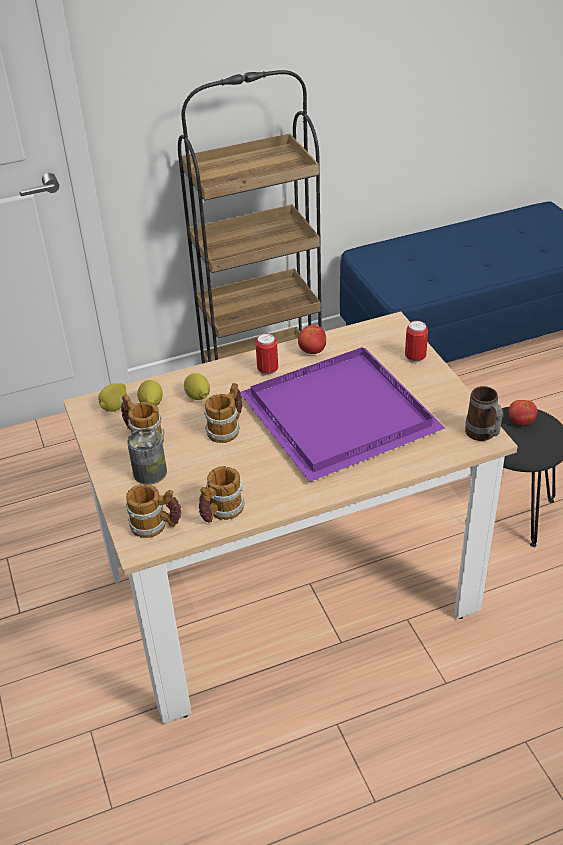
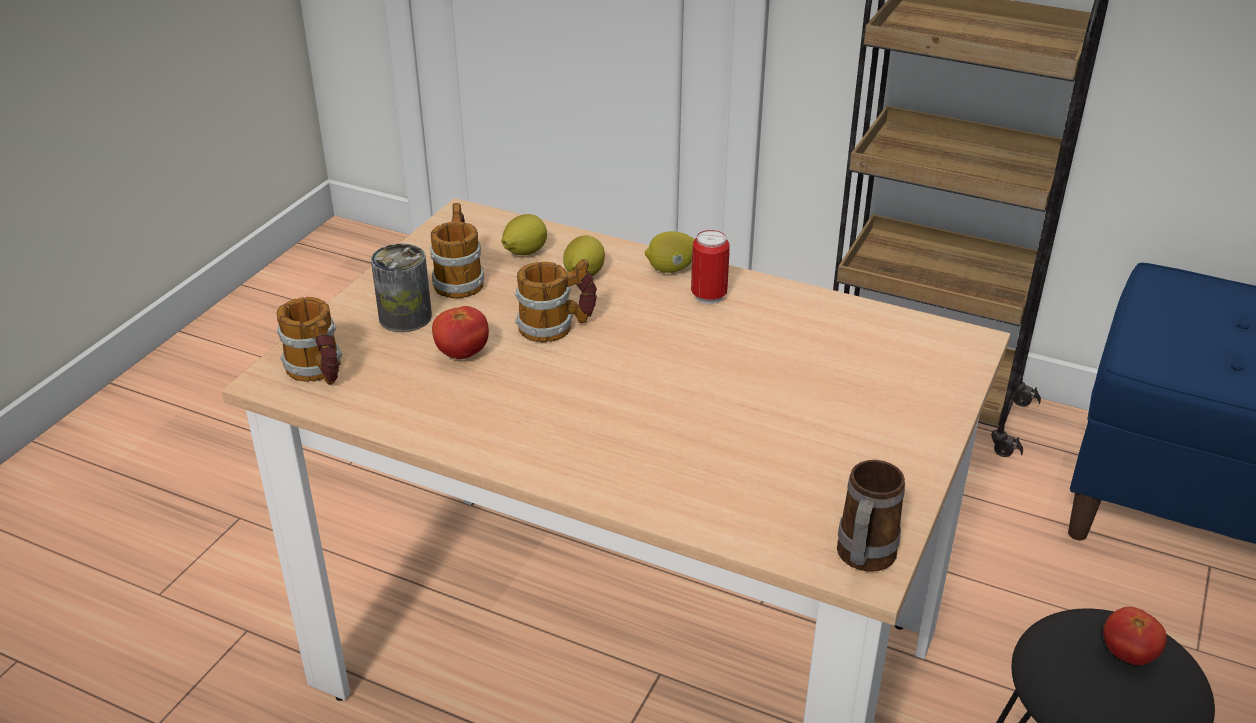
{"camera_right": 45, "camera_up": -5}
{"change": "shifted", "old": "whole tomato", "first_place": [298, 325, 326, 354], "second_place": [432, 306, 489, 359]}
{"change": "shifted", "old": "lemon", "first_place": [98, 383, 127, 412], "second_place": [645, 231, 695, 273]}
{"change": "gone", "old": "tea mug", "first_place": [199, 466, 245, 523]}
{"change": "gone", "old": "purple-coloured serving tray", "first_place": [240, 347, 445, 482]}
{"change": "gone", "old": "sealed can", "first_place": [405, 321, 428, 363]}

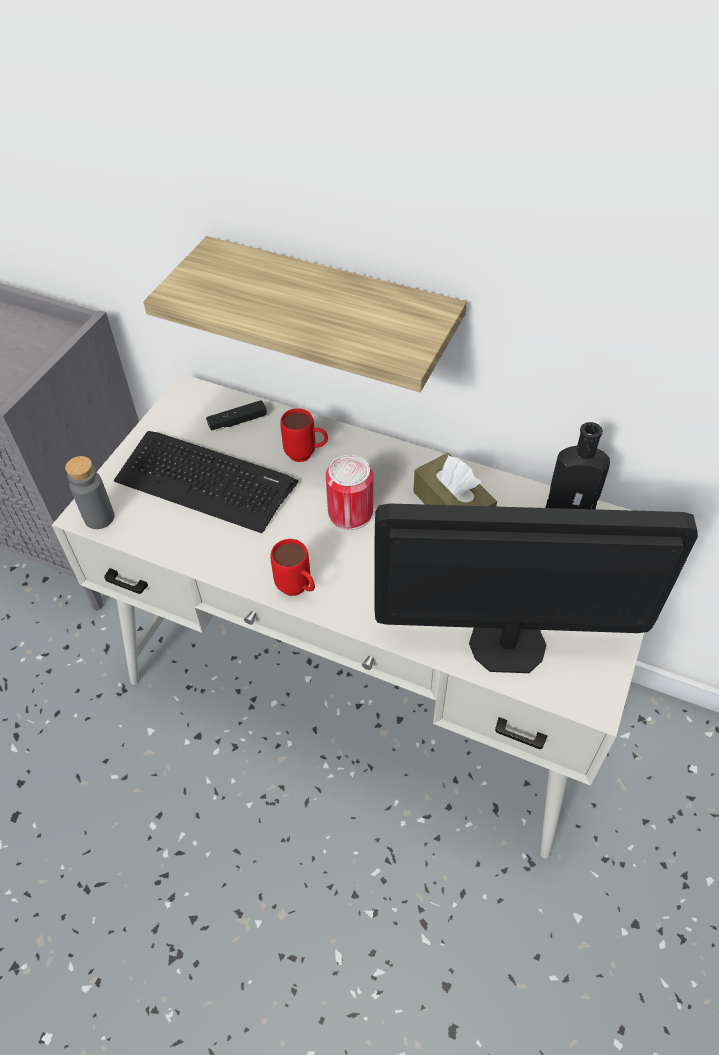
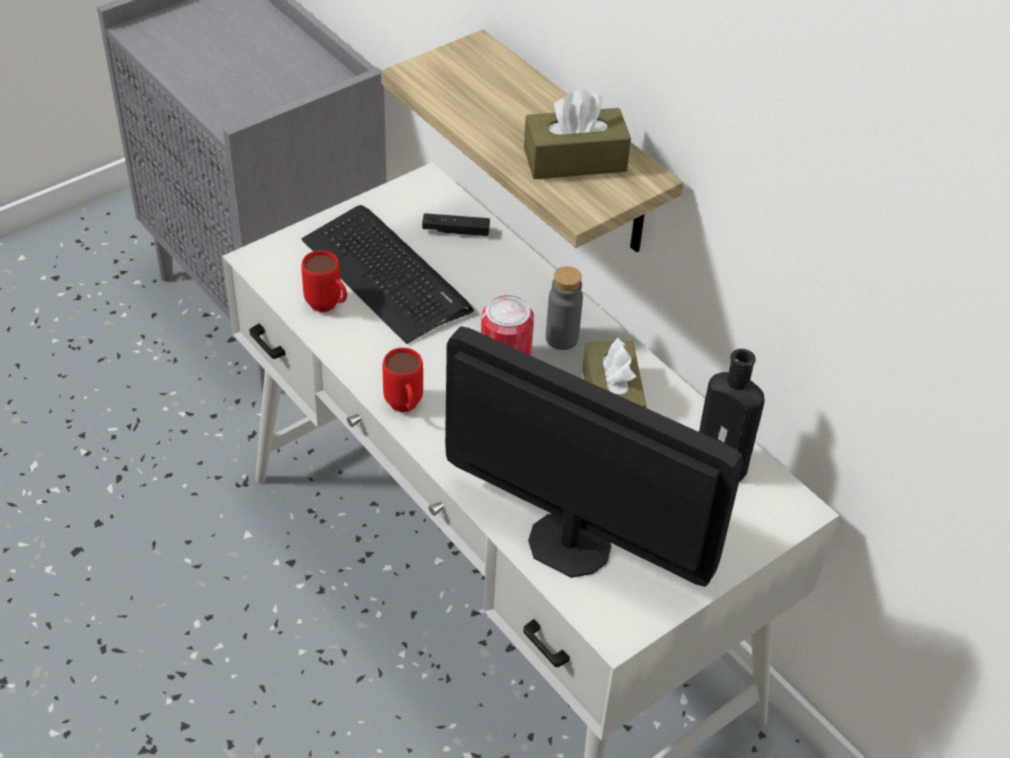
{"camera_right": 25, "camera_up": -5}
{"change": "shifted", "old": "red tea mug", "first_place": [280, 408, 328, 462], "second_place": [301, 250, 347, 312]}
{"change": "new", "new": "brownish tissue holder", "second_place": [524, 89, 631, 179]}
{"change": "shifted", "old": "grey drink bottle", "first_place": [65, 456, 114, 529], "second_place": [546, 266, 583, 350]}

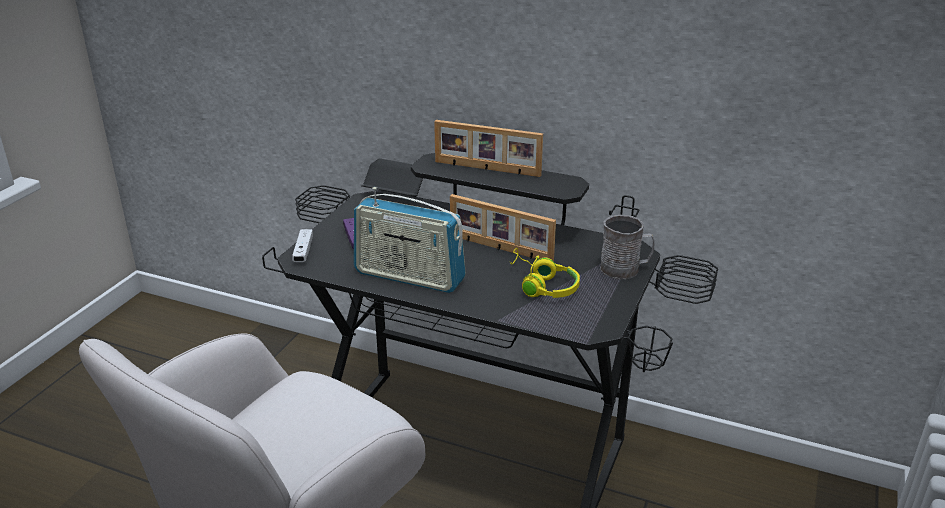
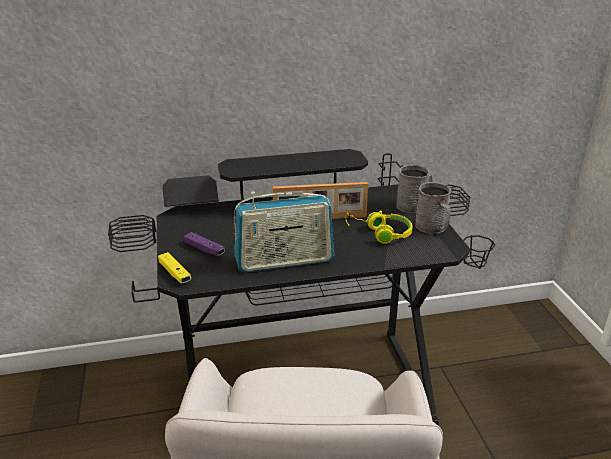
{"camera_right": -35, "camera_up": 0}
{"change": "repainted", "old": "whitish gamepad", "new": "yellow gamepad", "first_place": [292, 229, 313, 262], "second_place": [158, 252, 191, 283]}
{"change": "new", "new": "grey tea mug", "second_place": [415, 182, 451, 234]}
{"change": "gone", "old": "standing frame", "first_place": [434, 120, 543, 177]}

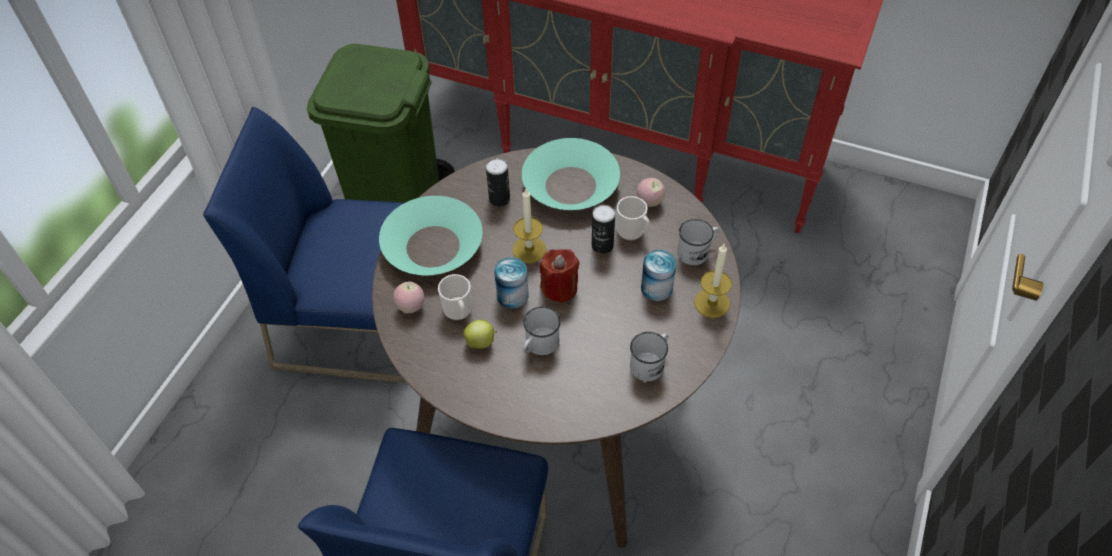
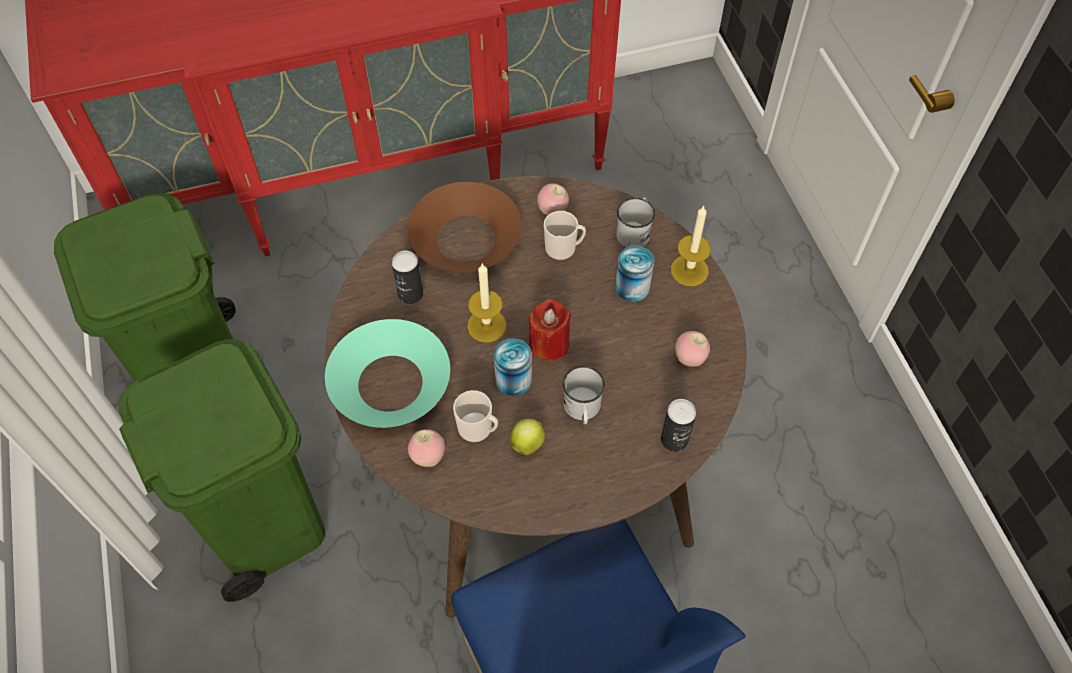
{"camera_right": -40, "camera_up": 5}
{"change": "swapped", "old": "blue chair", "new": "greenish waste bin", "first_place": [203, 107, 407, 383], "second_place": [119, 339, 326, 602]}
{"change": "repainted", "old": "turquoise-coloured bowl", "new": "brownish bowl", "first_place": [522, 138, 620, 210], "second_place": [407, 182, 522, 272]}
{"change": "shifted", "old": "sealed can", "first_place": [592, 205, 615, 254], "second_place": [661, 399, 696, 452]}
{"change": "swapped", "old": "whitish tea mug", "new": "whole apple", "first_place": [630, 332, 668, 381], "second_place": [675, 331, 710, 367]}

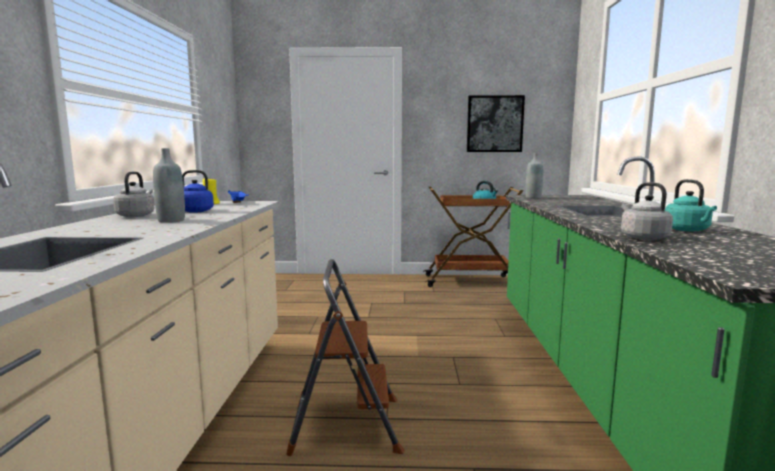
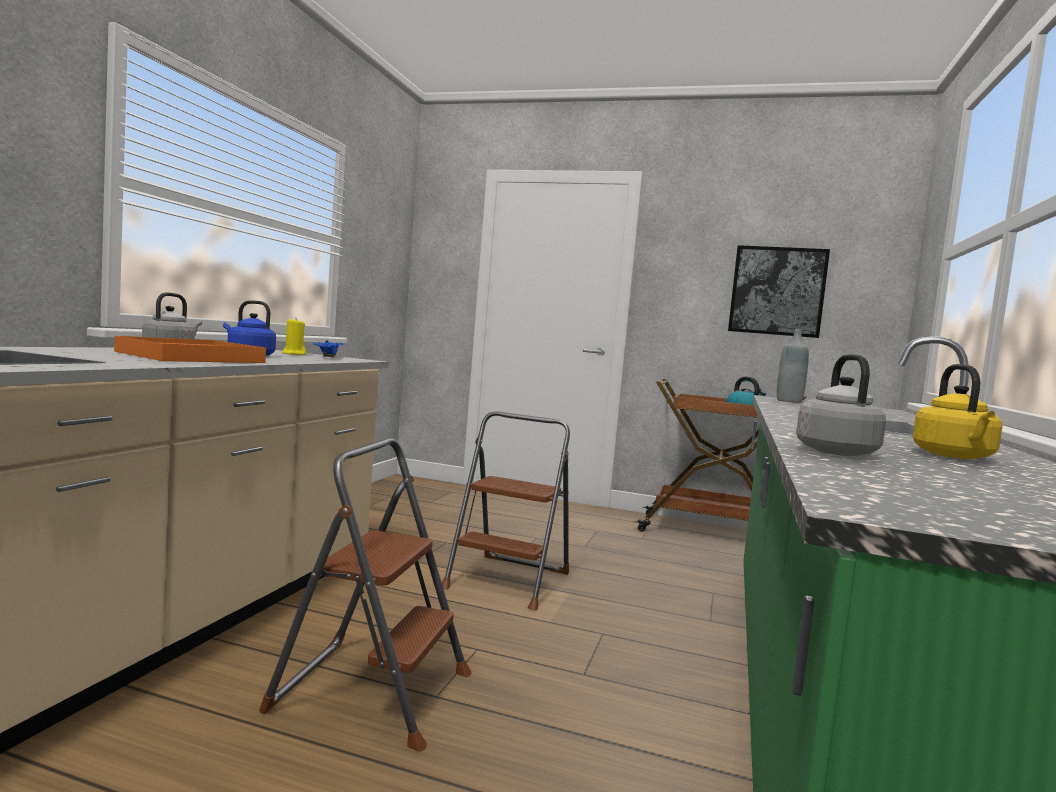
{"camera_right": 15, "camera_up": -5}
{"change": "swapped", "old": "grey drink bottle", "new": "orange serving tray", "first_place": [153, 148, 185, 223], "second_place": [114, 336, 266, 363]}
{"change": "new", "new": "brownish step ladder", "second_place": [442, 412, 570, 611]}
{"change": "repainted", "old": "turquoise-coloured kettle", "new": "yellow kettle", "first_place": [665, 179, 717, 231], "second_place": [913, 364, 1002, 459]}

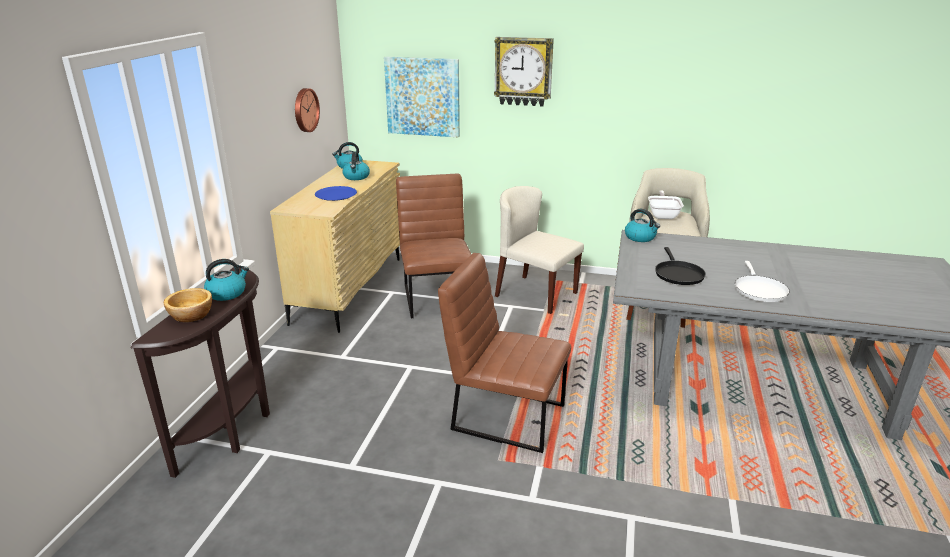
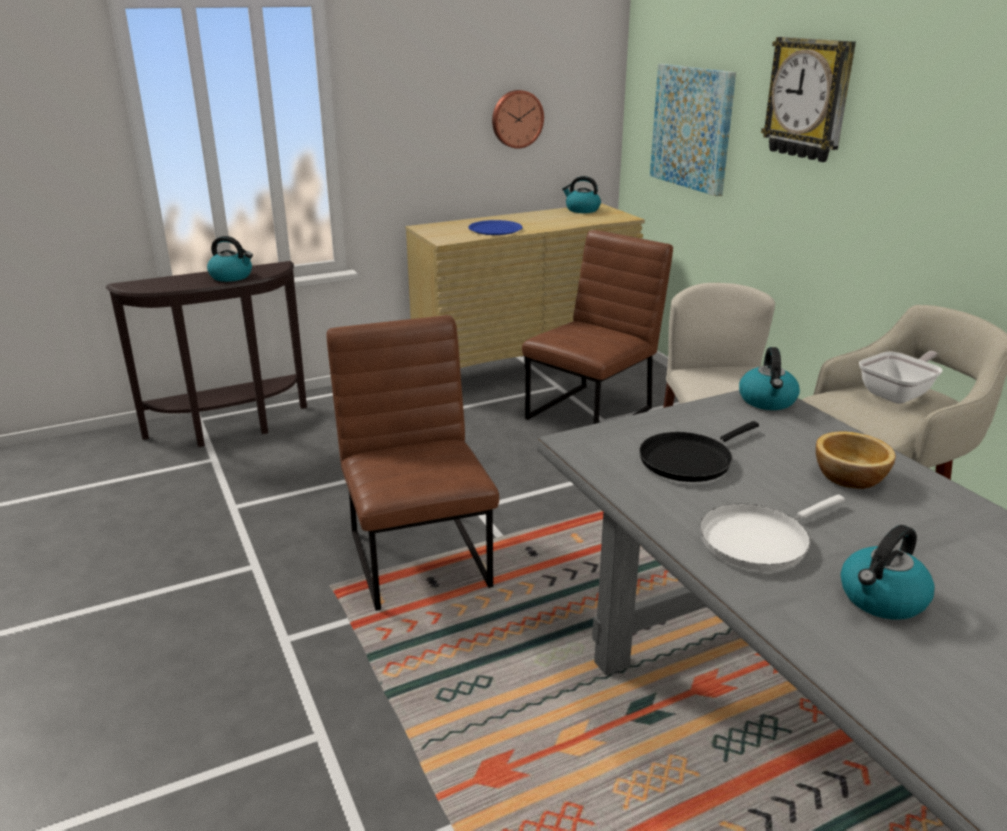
{"camera_right": 50, "camera_up": 0}
{"change": "shifted", "old": "bowl", "first_place": [164, 288, 212, 322], "second_place": [816, 432, 896, 489]}
{"change": "shifted", "old": "kettle", "first_place": [342, 152, 370, 180], "second_place": [841, 525, 935, 620]}

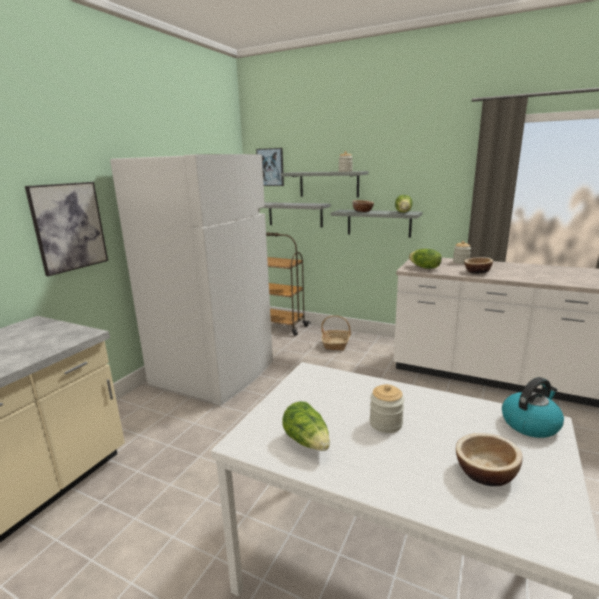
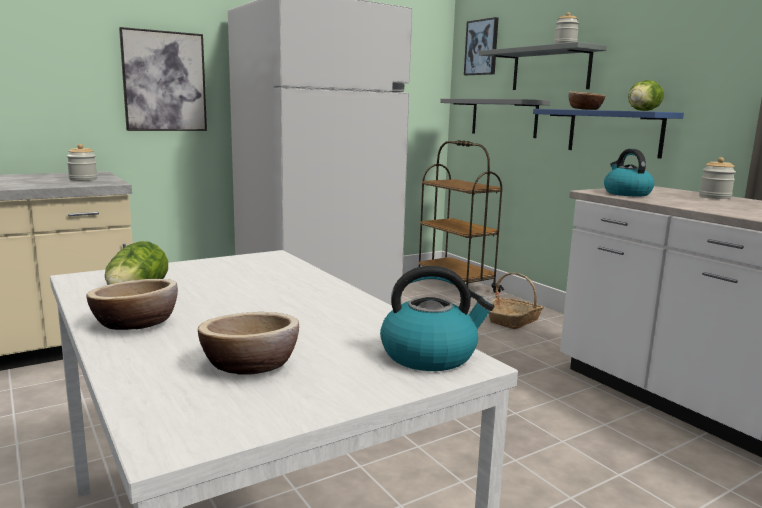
{"camera_right": 30, "camera_up": -5}
{"change": "shifted", "old": "jar", "first_place": [370, 384, 404, 433], "second_place": [67, 144, 97, 181]}
{"change": "shifted", "old": "bowl", "first_place": [464, 257, 493, 274], "second_place": [86, 279, 178, 330]}
{"change": "repainted", "old": "grey wall shelf", "new": "blue wall shelf", "first_place": [330, 210, 422, 238], "second_place": [533, 109, 684, 159]}
{"change": "swapped", "old": "head of lettuce", "new": "kettle", "first_place": [409, 249, 442, 269], "second_place": [604, 149, 654, 197]}

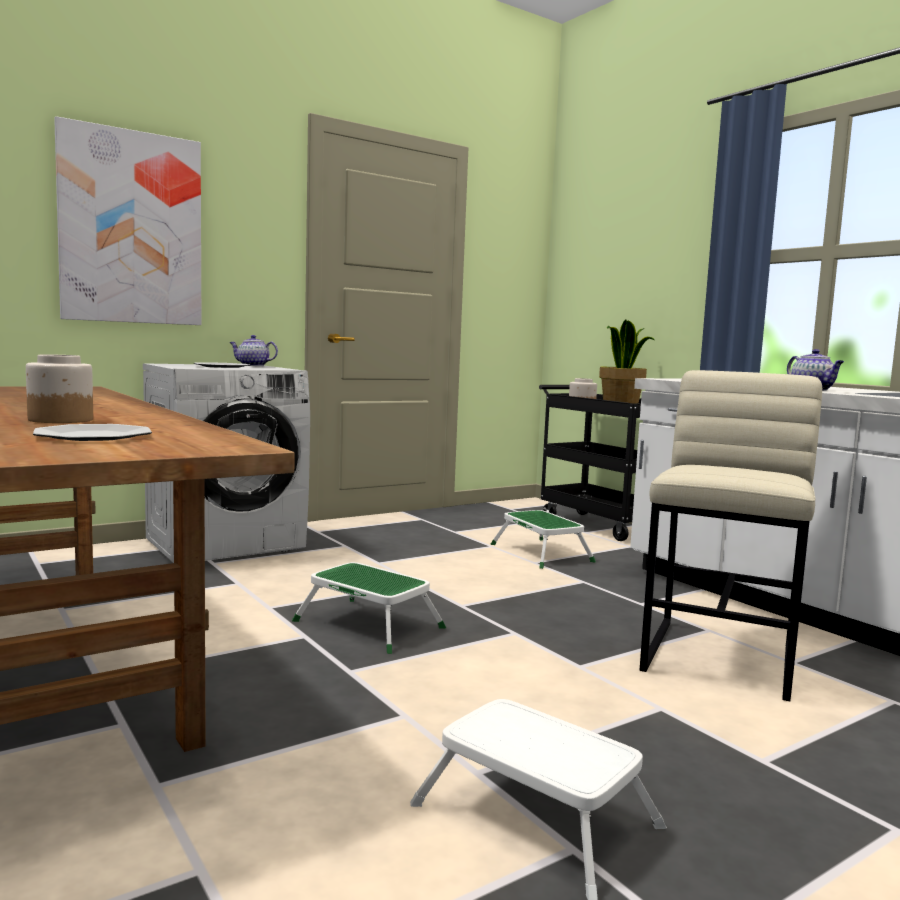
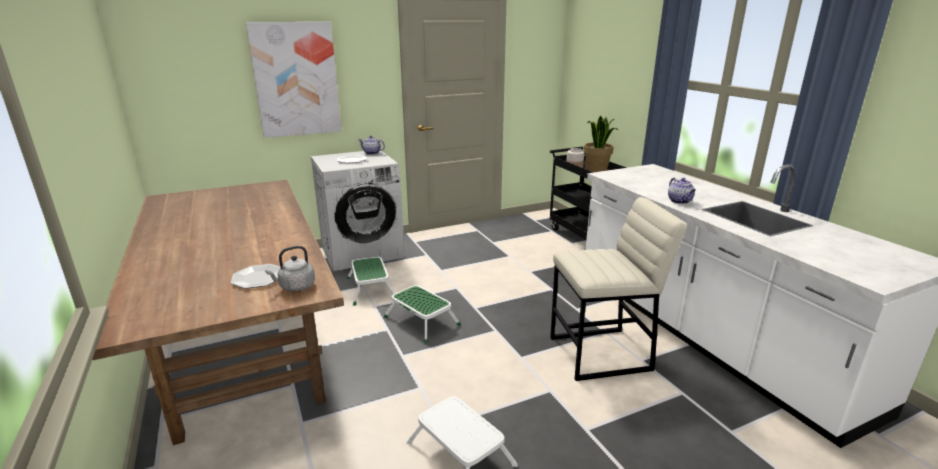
{"camera_right": 10, "camera_up": 15}
{"change": "new", "new": "grey kettle", "second_place": [265, 246, 315, 291]}
{"change": "shifted", "old": "greenish step ladder", "first_place": [490, 510, 596, 569], "second_place": [347, 257, 394, 306]}
{"change": "rotated", "old": "beige-coloured chair", "first_place": [640, 370, 822, 701], "second_place": [550, 197, 687, 381], "degrees": 45}
{"change": "gone", "old": "jar", "first_place": [26, 354, 93, 423]}

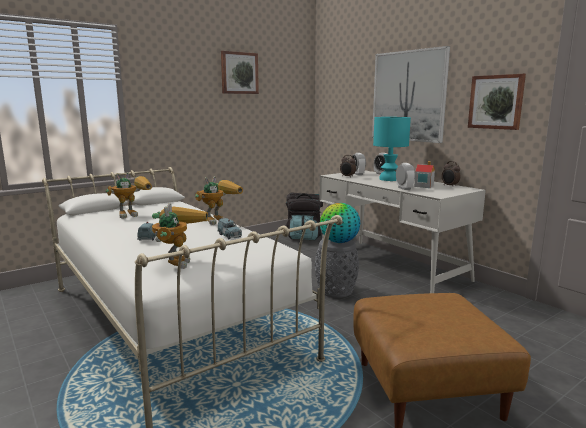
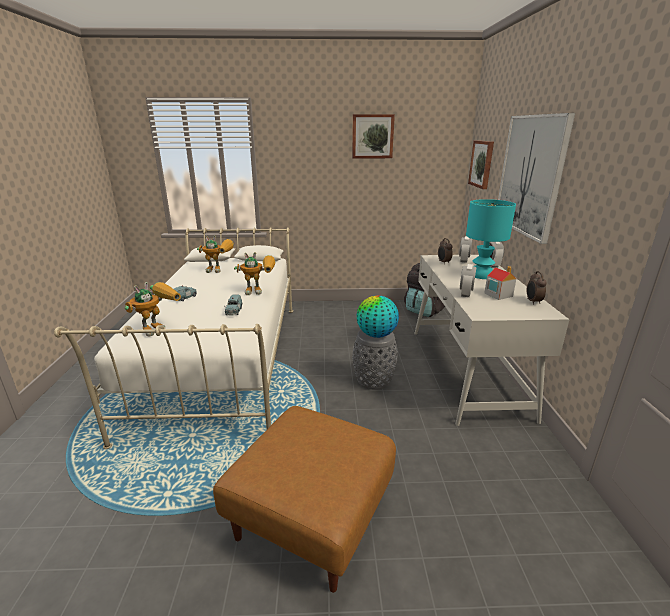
{"camera_right": 35, "camera_up": 10}
{"change": "shifted", "old": "wall picture", "first_place": [468, 74, 526, 130], "second_place": [468, 140, 494, 189]}

